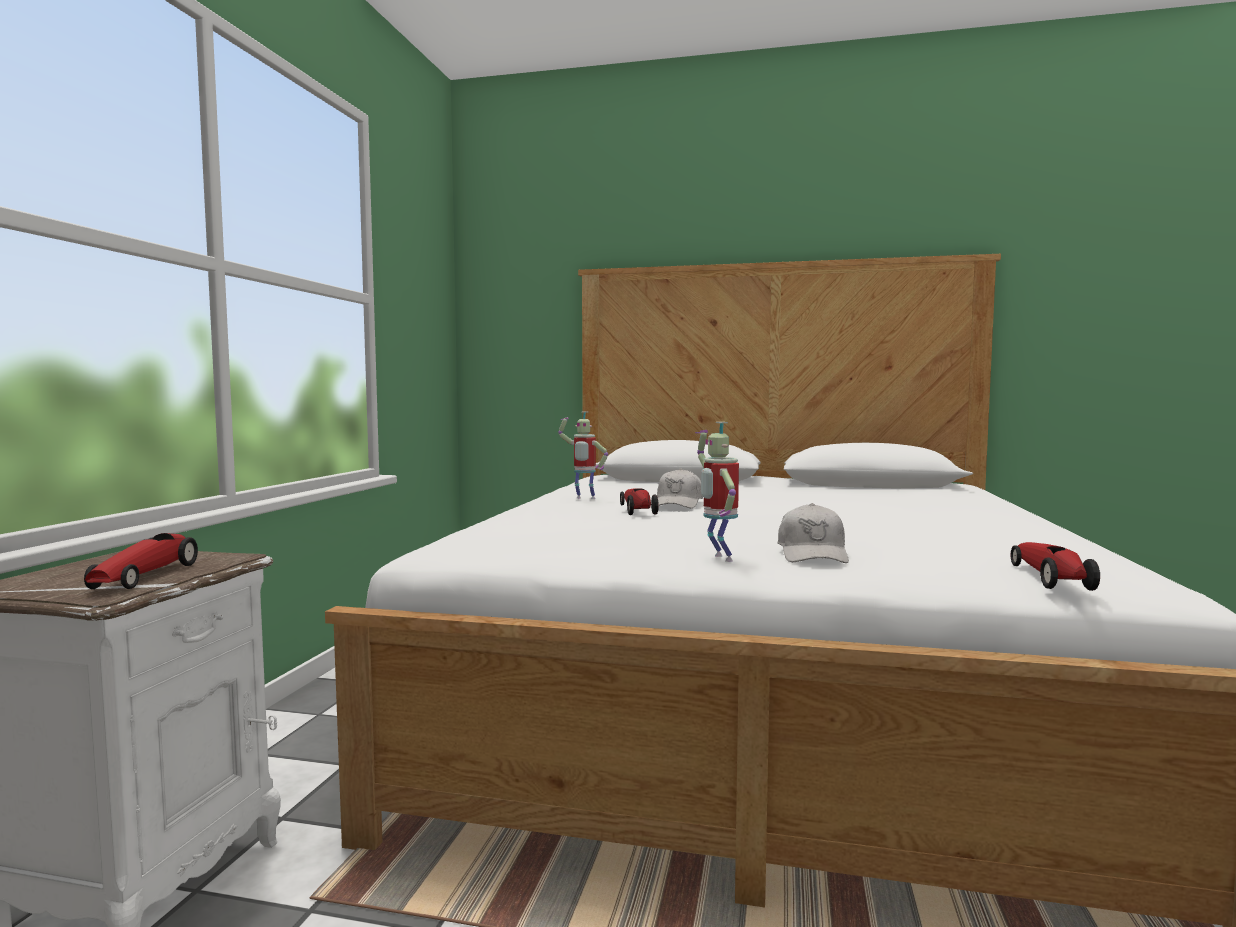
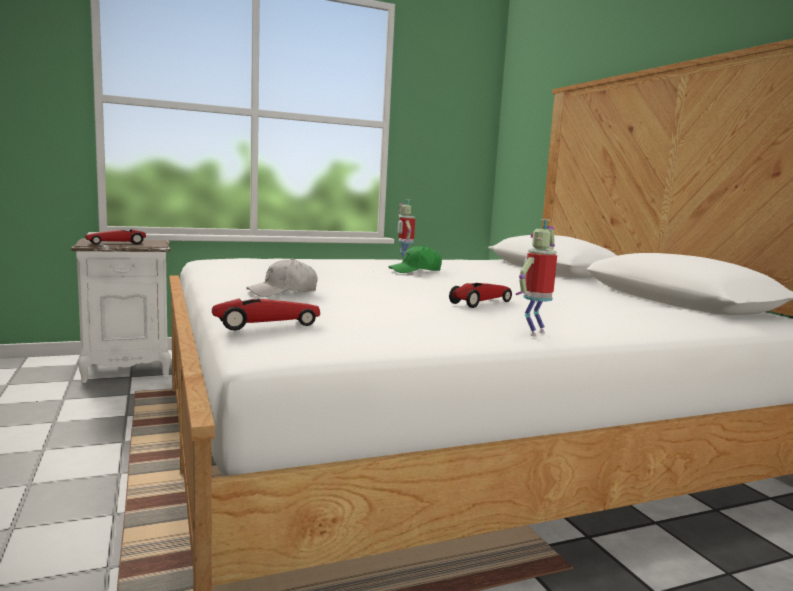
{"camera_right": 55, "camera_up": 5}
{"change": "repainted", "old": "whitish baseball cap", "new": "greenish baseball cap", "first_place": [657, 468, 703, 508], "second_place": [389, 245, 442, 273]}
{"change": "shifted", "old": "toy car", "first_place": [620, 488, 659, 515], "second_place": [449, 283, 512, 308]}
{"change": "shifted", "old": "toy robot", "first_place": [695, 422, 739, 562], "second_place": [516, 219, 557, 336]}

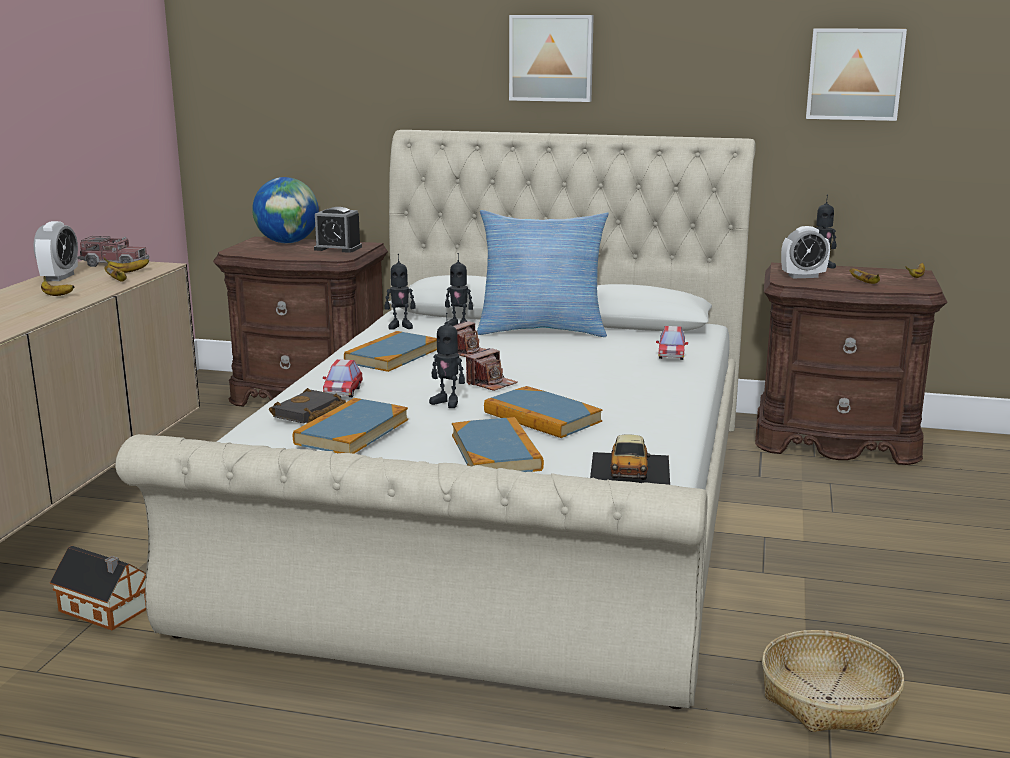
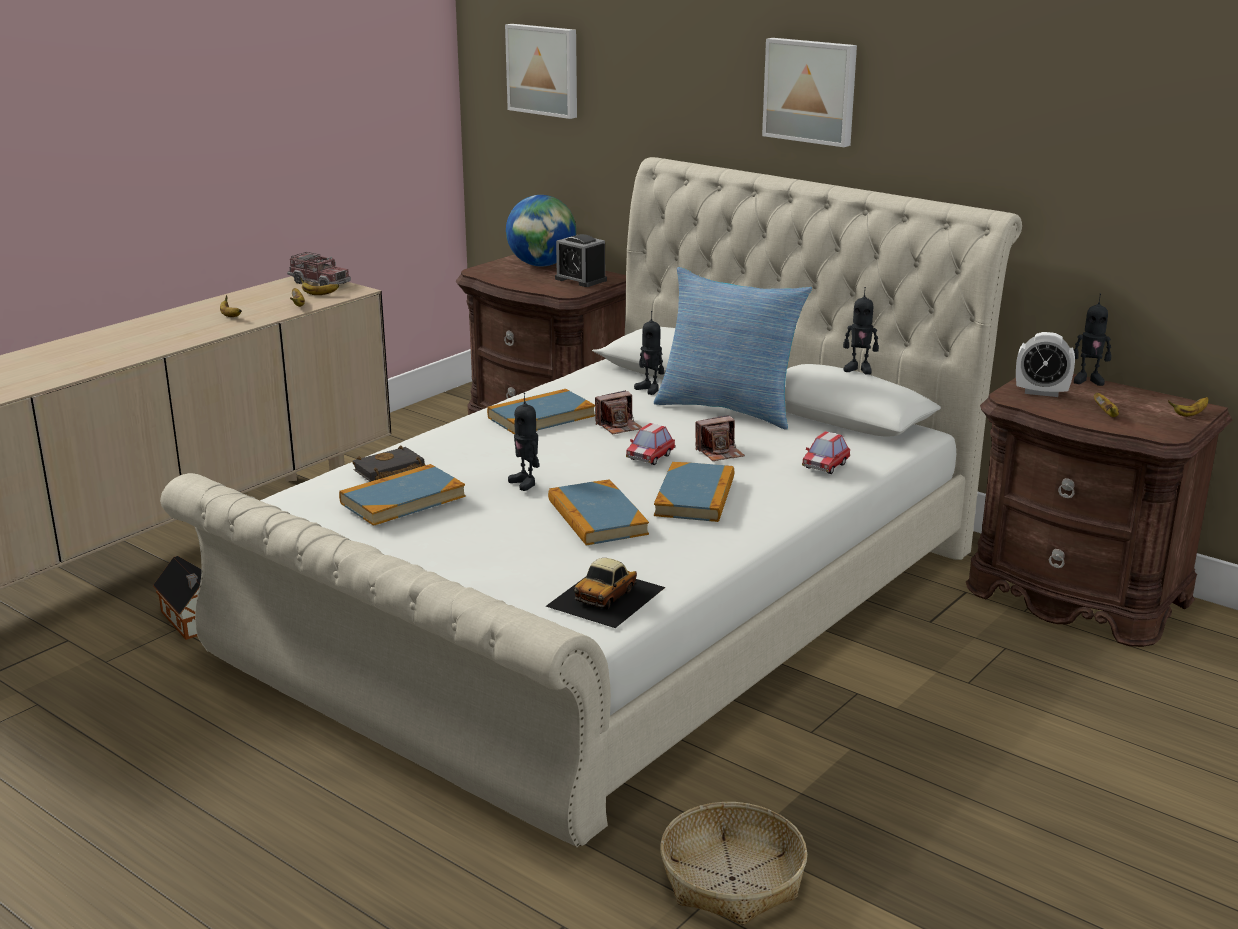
{"camera_right": 25, "camera_up": 5}
{"change": "shifted", "old": "wall picture", "first_place": [806, 28, 907, 121], "second_place": [505, 24, 577, 119]}
{"change": "shifted", "old": "toy car", "first_place": [323, 359, 363, 397], "second_place": [626, 423, 675, 465]}
{"change": "shifted", "old": "bound book", "first_place": [452, 417, 544, 472], "second_place": [654, 462, 734, 522]}
{"change": "shifted", "old": "photo camera", "first_place": [466, 348, 518, 391], "second_place": [696, 415, 745, 461]}
{"change": "shifted", "old": "toy robot", "first_place": [385, 254, 416, 330], "second_place": [843, 287, 879, 375]}
{"change": "gone", "old": "alarm clock", "first_place": [33, 221, 78, 281]}

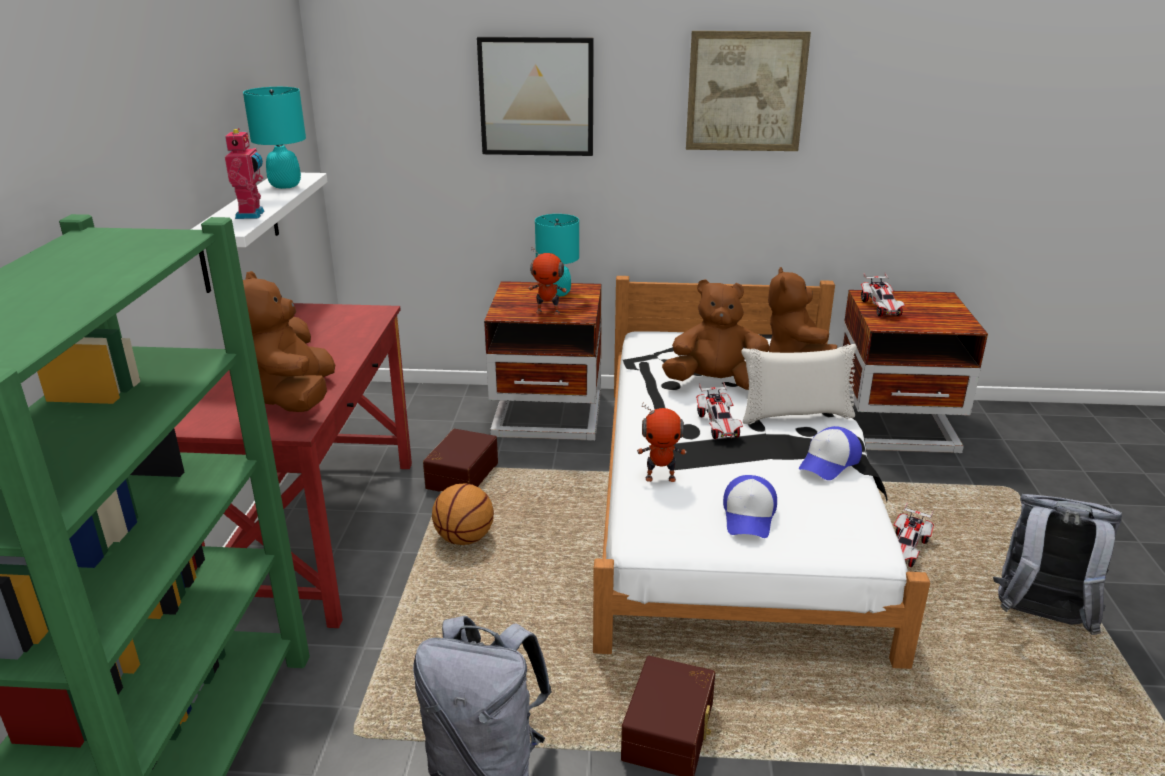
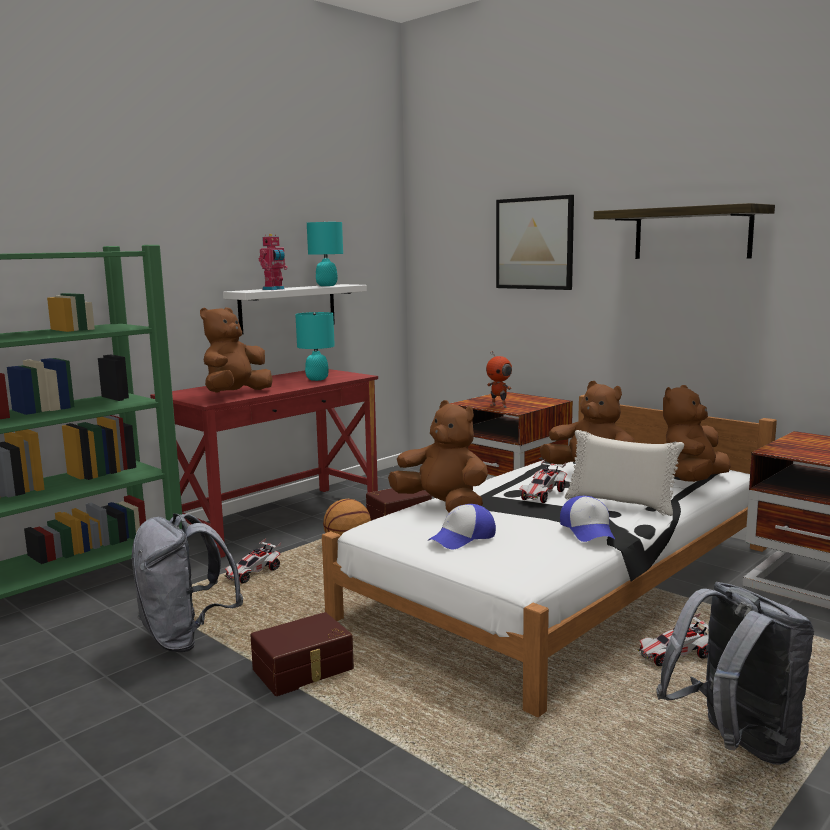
{"camera_right": 40, "camera_up": -15}
{"change": "shifted", "old": "toy car", "first_place": [861, 273, 905, 317], "second_place": [225, 538, 281, 583]}
{"change": "shifted", "old": "turquoise-coloured lamp for a table", "first_place": [535, 214, 579, 296], "second_place": [295, 312, 335, 381]}
{"change": "swapped", "old": "toy robot", "new": "brownish cuddly toy", "first_place": [637, 402, 686, 482], "second_place": [388, 400, 488, 512]}
{"change": "rotated", "old": "baseball cap", "first_place": [799, 426, 862, 480], "second_place": [560, 496, 615, 542], "degrees": -90}
{"change": "swapped", "old": "wall picture", "new": "wall shelf", "first_place": [686, 31, 811, 151], "second_place": [594, 203, 775, 259]}

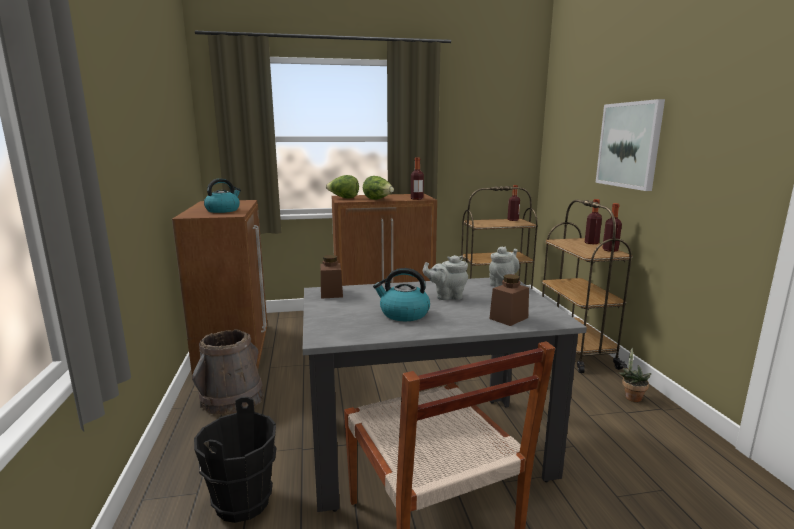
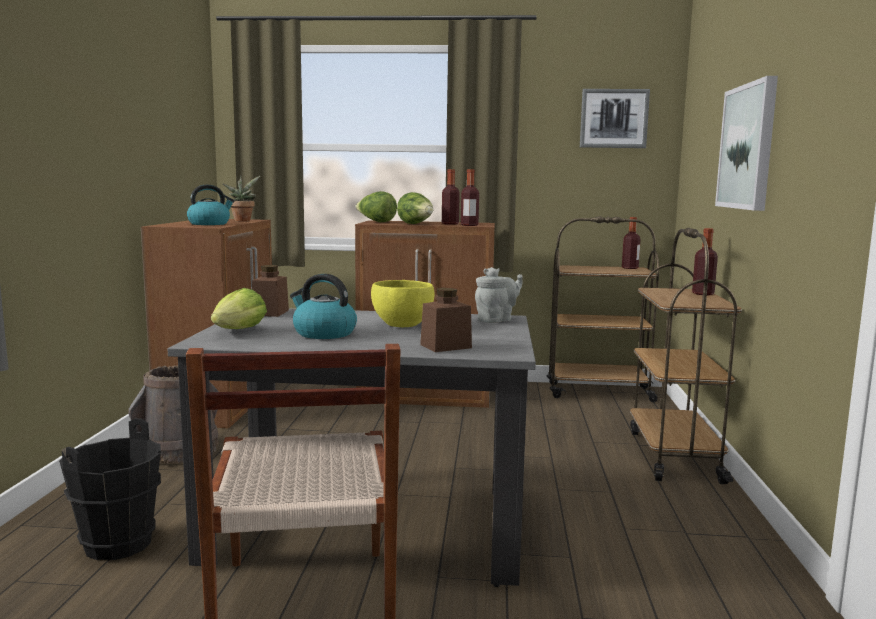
{"camera_right": 15, "camera_up": -5}
{"change": "new", "new": "head of lettuce", "second_place": [211, 288, 267, 329]}
{"change": "shifted", "old": "houseplant", "first_place": [618, 348, 651, 402], "second_place": [223, 176, 260, 222]}
{"change": "swapped", "old": "grey teapot", "new": "yellow bowl", "first_place": [423, 255, 468, 300], "second_place": [371, 280, 435, 327]}
{"change": "shifted", "old": "drink bottle", "first_place": [602, 203, 622, 252], "second_place": [442, 169, 460, 225]}
{"change": "new", "new": "wall picture", "second_place": [580, 89, 650, 148]}

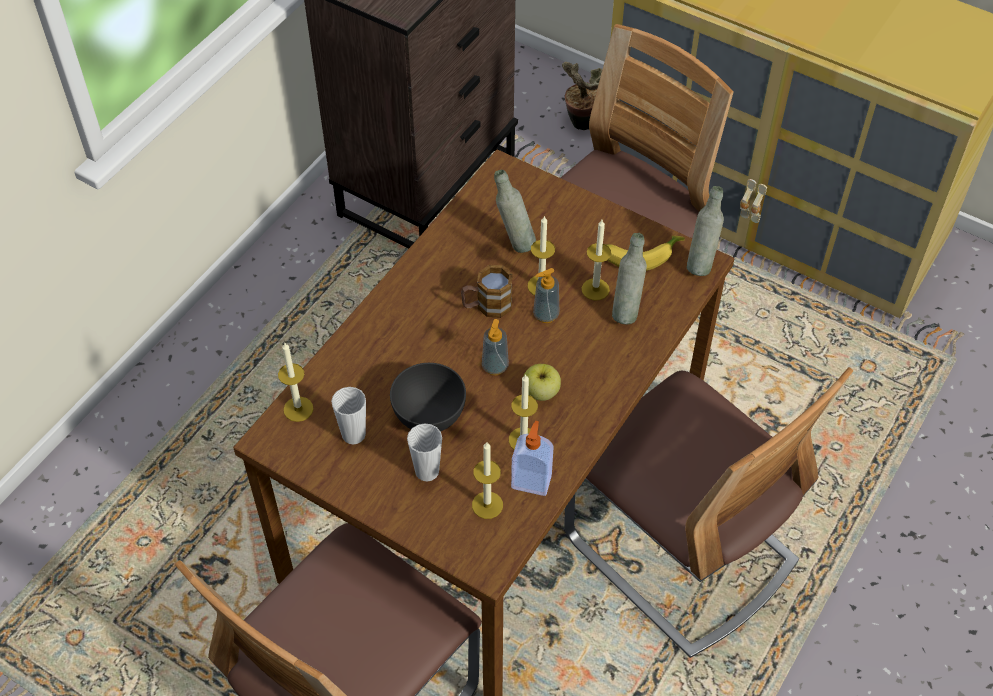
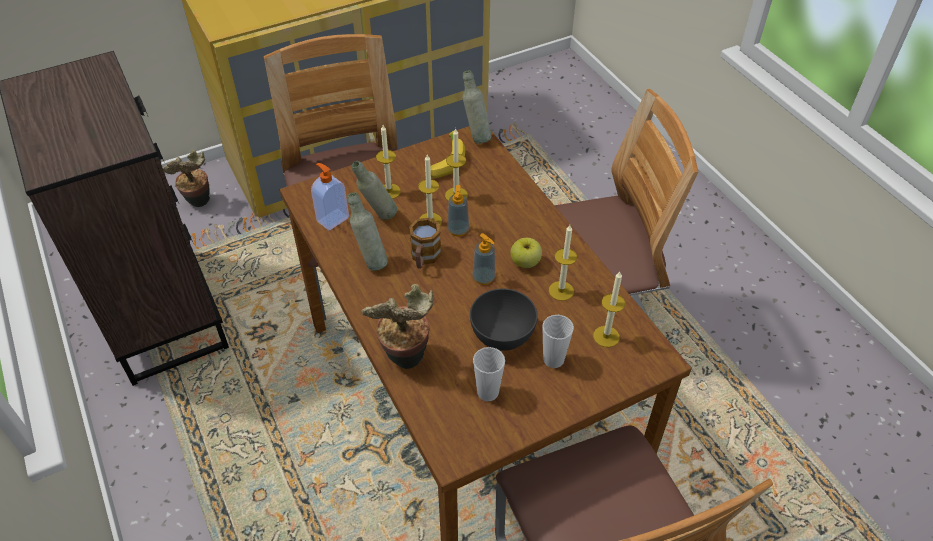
{"camera_right": -60, "camera_up": -5}
{"change": "shifted", "old": "soap bottle", "first_place": [511, 421, 554, 496], "second_place": [311, 163, 349, 230]}
{"change": "shifted", "old": "grey drink bottle", "first_place": [612, 233, 647, 324], "second_place": [347, 192, 388, 271]}
{"change": "new", "new": "houseplant", "second_place": [361, 284, 433, 369]}
{"change": "shifted", "old": "candle", "first_place": [278, 342, 314, 422], "second_place": [376, 125, 401, 199]}

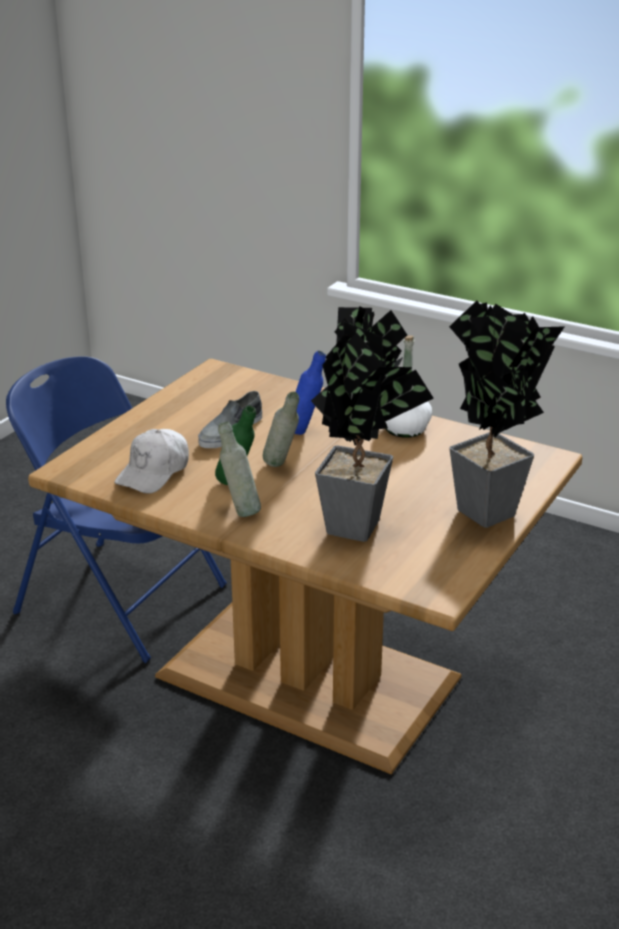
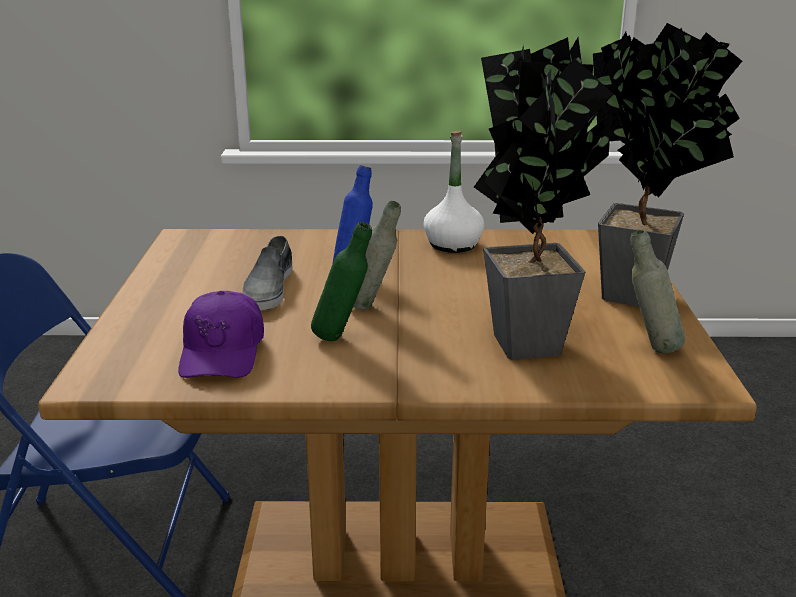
{"camera_right": -30, "camera_up": -5}
{"change": "repainted", "old": "whitish baseball cap", "new": "purple-coloured baseball cap", "first_place": [114, 429, 189, 493], "second_place": [178, 291, 264, 378]}
{"change": "shifted", "old": "grey drink bottle", "first_place": [218, 422, 261, 517], "second_place": [630, 230, 685, 353]}

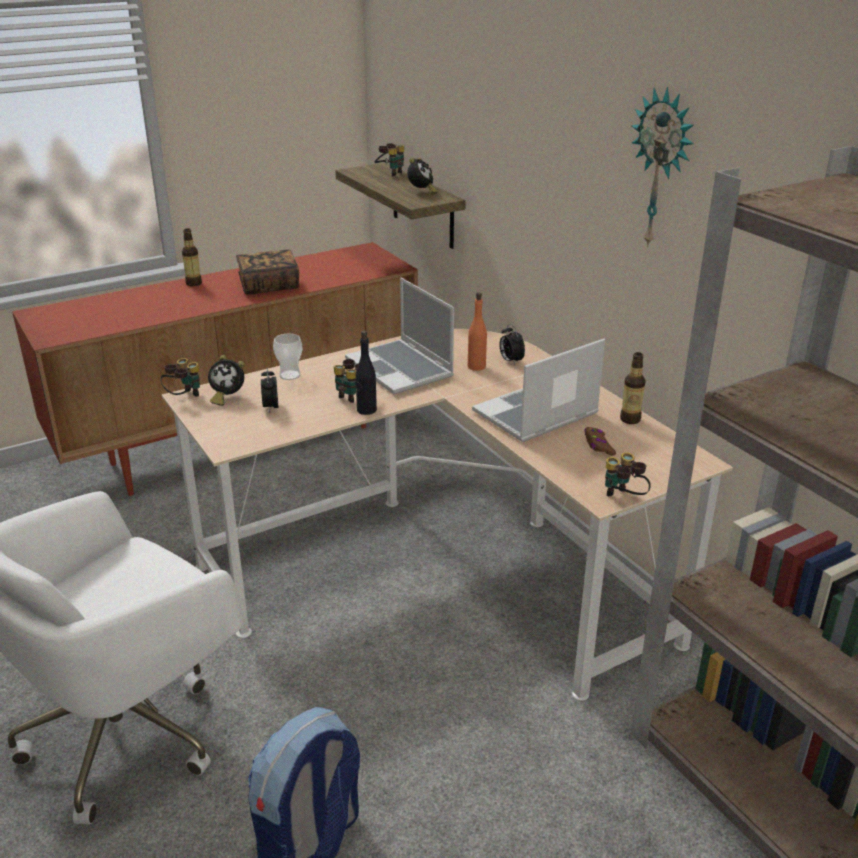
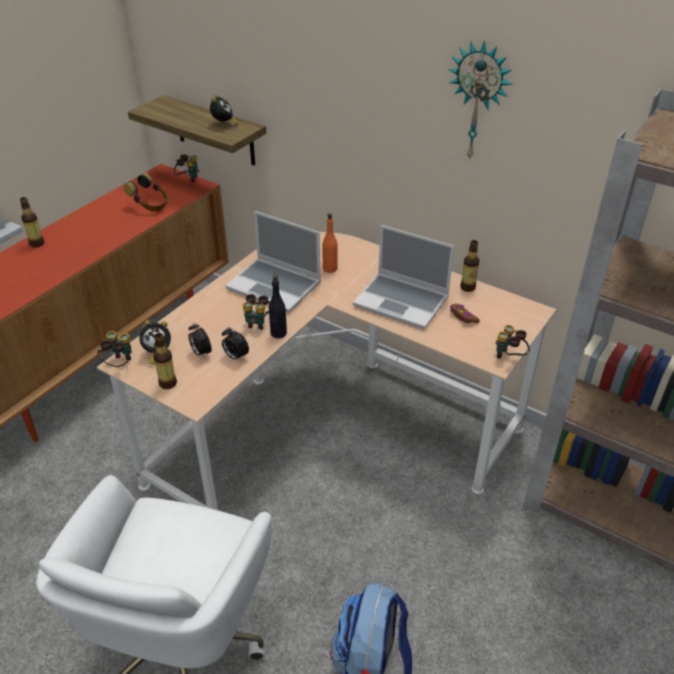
{"camera_right": -25, "camera_up": 10}
{"change": "new", "new": "headset", "second_place": [124, 173, 168, 212]}
{"change": "new", "new": "drink bottle", "second_place": [153, 333, 177, 389]}
{"change": "shifted", "old": "binoculars", "first_place": [374, 143, 404, 176], "second_place": [174, 154, 199, 182]}
{"change": "shifted", "old": "alarm clock", "first_place": [499, 324, 525, 365], "second_place": [222, 327, 249, 361]}
{"change": "rotated", "old": "portable computer", "first_place": [472, 339, 605, 442], "second_place": [353, 225, 454, 329], "degrees": -90}
{"change": "gone", "old": "bound book", "first_place": [236, 250, 299, 295]}
{"change": "gone", "old": "small cup", "first_place": [273, 334, 303, 380]}

